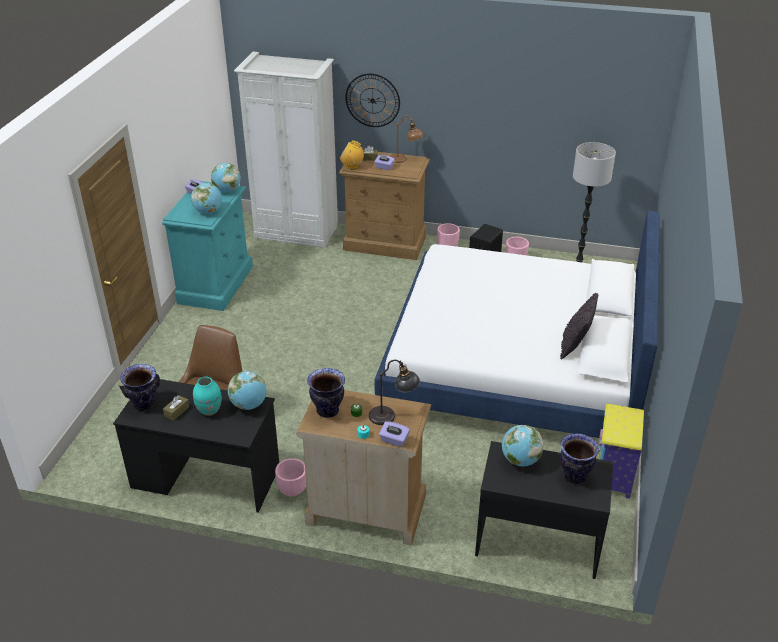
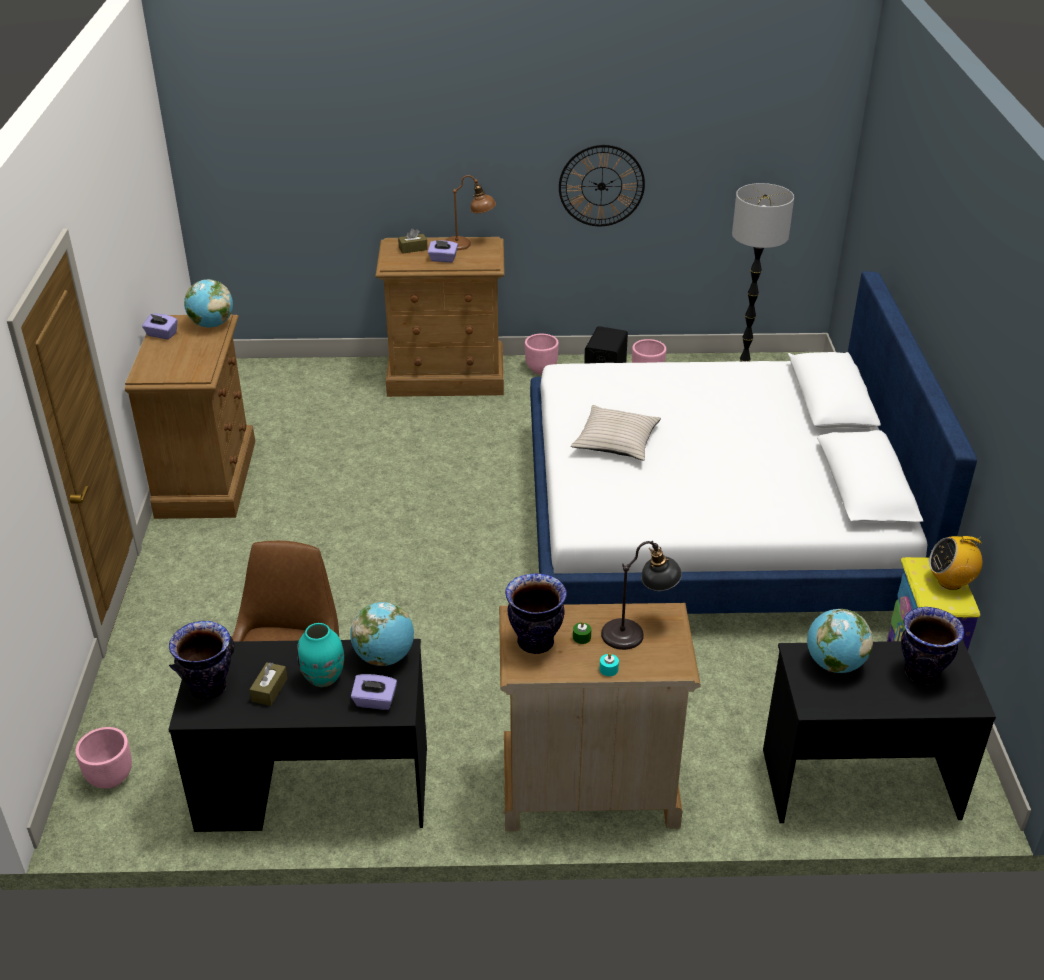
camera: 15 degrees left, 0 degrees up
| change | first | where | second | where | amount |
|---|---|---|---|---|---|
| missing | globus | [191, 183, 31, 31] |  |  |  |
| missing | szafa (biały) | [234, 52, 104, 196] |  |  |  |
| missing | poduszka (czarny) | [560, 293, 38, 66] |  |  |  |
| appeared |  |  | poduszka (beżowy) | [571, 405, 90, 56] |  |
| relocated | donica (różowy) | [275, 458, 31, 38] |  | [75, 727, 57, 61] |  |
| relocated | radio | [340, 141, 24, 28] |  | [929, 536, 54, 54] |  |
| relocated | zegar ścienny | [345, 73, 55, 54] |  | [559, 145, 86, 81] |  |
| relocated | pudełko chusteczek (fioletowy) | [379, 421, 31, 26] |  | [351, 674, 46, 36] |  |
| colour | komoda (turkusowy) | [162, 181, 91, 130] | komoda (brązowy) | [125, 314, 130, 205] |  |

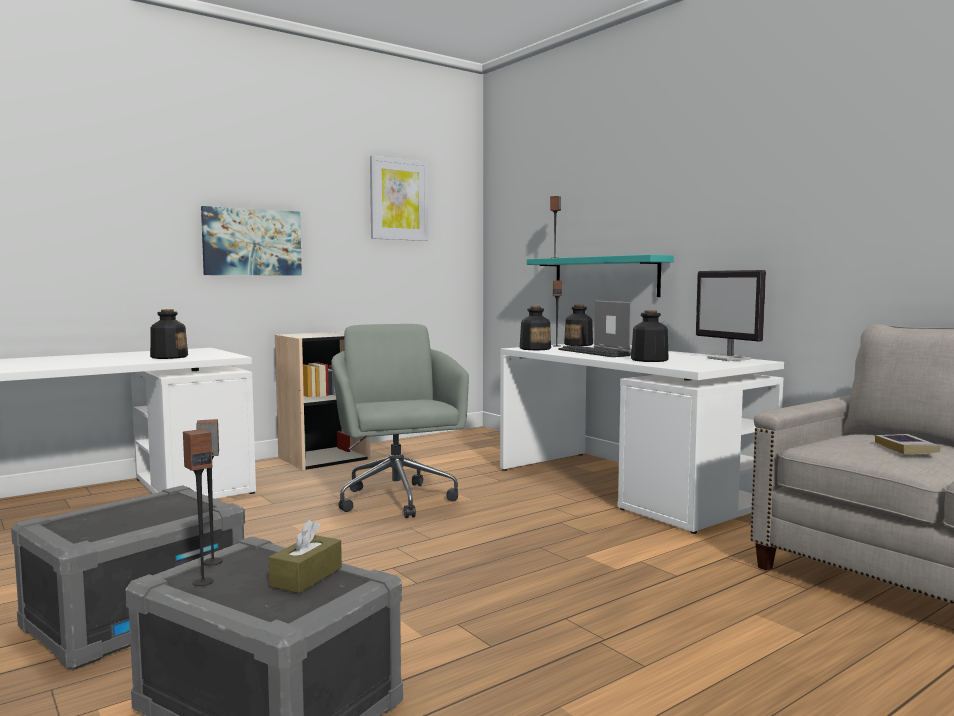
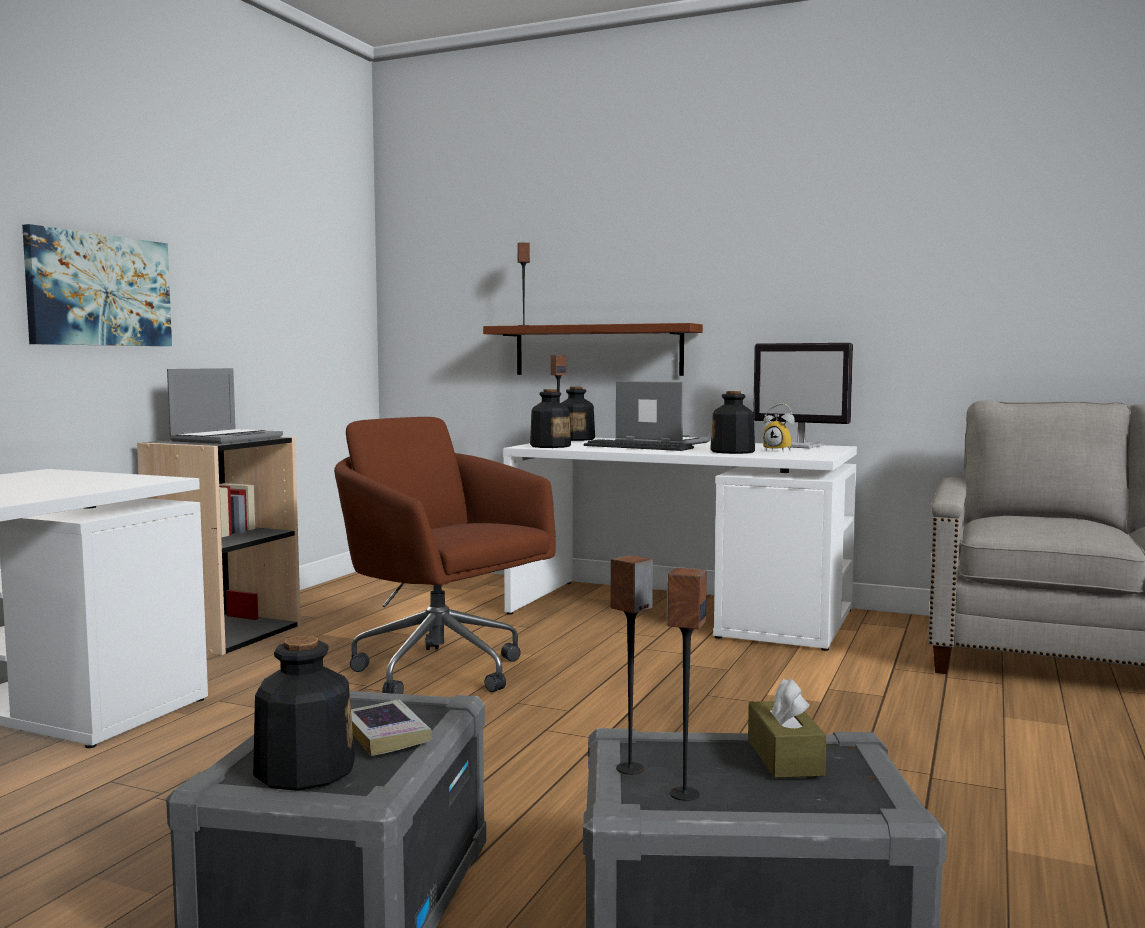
camera: 30 degrees left, 0 degrees up
| change | first | where | second | where | amount |
|---|---|---|---|---|---|
| missing | obraz | [370, 156, 59, 85] |  |  |  |
| appeared |  |  | laptop | [167, 368, 116, 76] |  |
| appeared |  |  | budzik | [763, 403, 32, 49] |  |
| relocated | butelka | [150, 309, 38, 50] |  | [253, 636, 102, 155] |  |
| relocated | książka | [875, 434, 65, 20] |  | [351, 700, 81, 56] |  |
| colour | krzesło biurowe (szary) | [331, 324, 138, 194] | krzesło biurowe (brązowy) | [334, 417, 222, 277] |  |
| colour | półka (turkusowy) | [527, 255, 147, 42] | półka (brązowy) | [483, 323, 220, 53] |  |

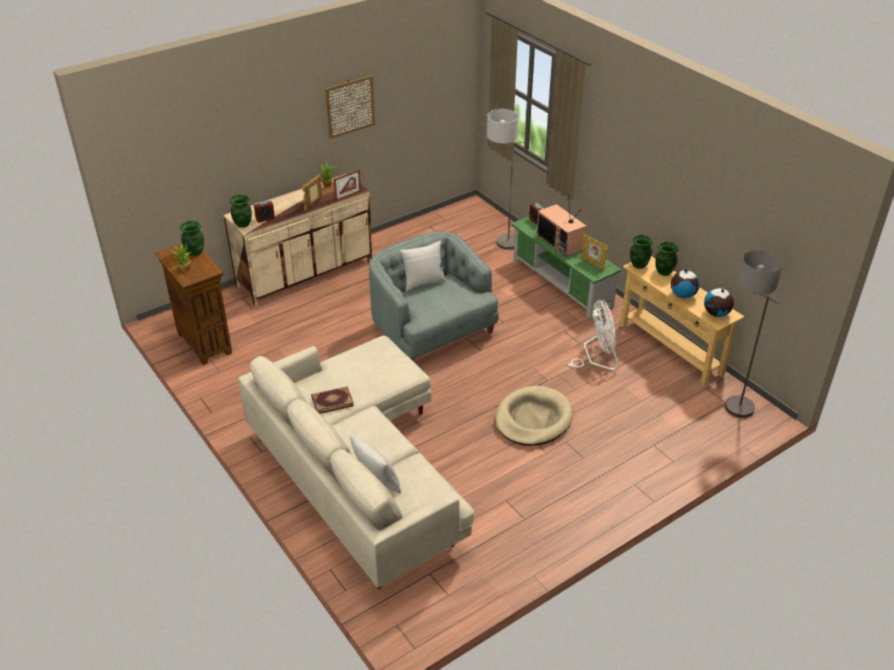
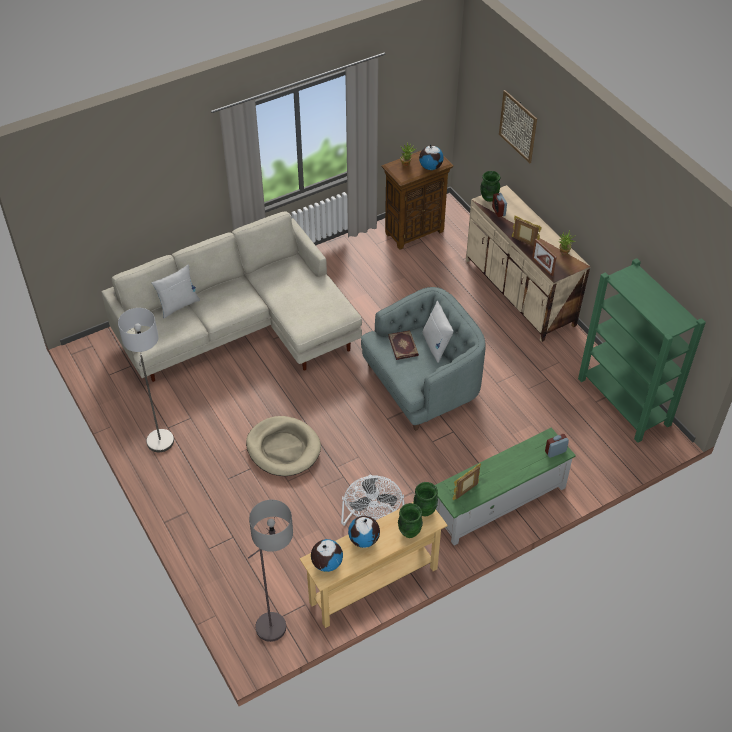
camera: 95 degrees right, 10 degrees up
| change | first | where | second | where | amount |
|---|---|---|---|---|---|
| missing | telewizor | [537, 193, 50, 64] |  |  |  |
| appeared |  |  | regał (zielony) | [578, 258, 128, 185] |  |
| relocated | książka | [311, 386, 43, 28] |  | [388, 330, 31, 30] |  |
| relocated | obraz | [325, 75, 50, 64] |  | [499, 90, 38, 73] |  |
| relocated | lampa stojąca (szary) | [487, 109, 37, 140] |  | [118, 308, 56, 144] |  |
| exchanged | wazon (zielony) | [180, 221, 24, 35] | globus | [419, 145, 25, 25] |  |

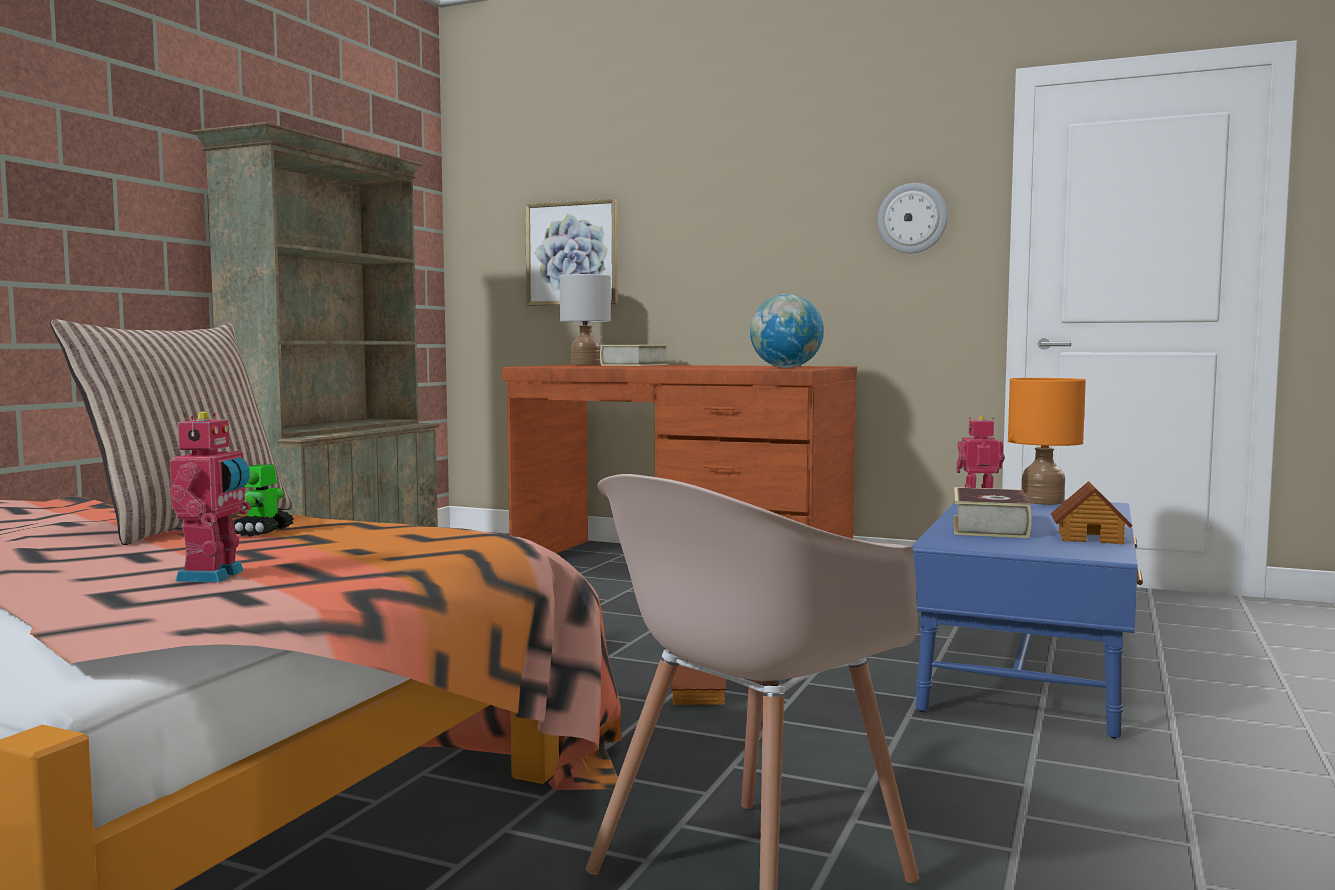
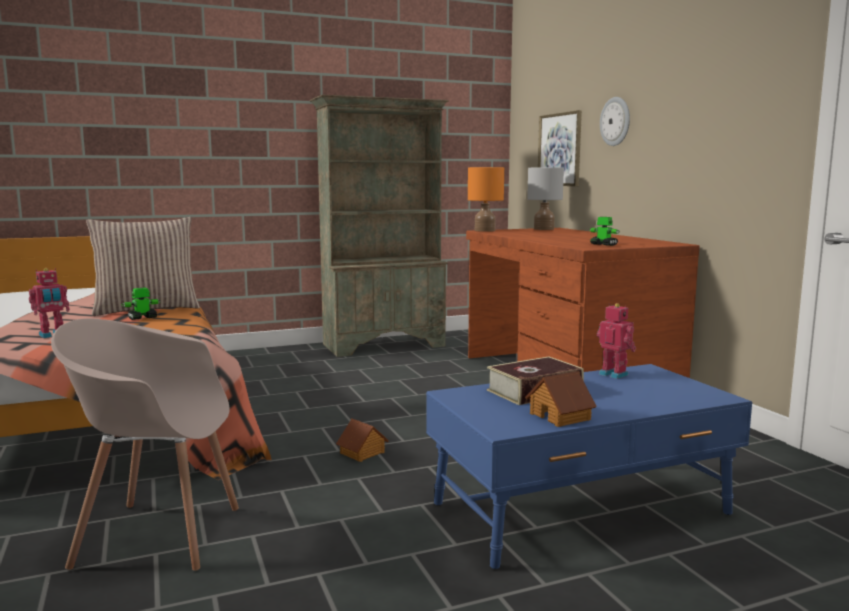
camera: 45 degrees right, 5 degrees up
| change | first | where | second | where | amount |
|---|---|---|---|---|---|
| missing | książka | [600, 345, 69, 21] |  |  |  |
| relocated | zegar ścienny | [878, 183, 70, 70] |  | [600, 97, 30, 49] |  |
| relocated | lampa stołowa (pomarańczowy) | [1008, 378, 78, 127] |  | [468, 167, 36, 65] |  |
| exchanged | globus | [750, 294, 74, 74] | robot zabawkowy | [590, 217, 30, 29] |  |

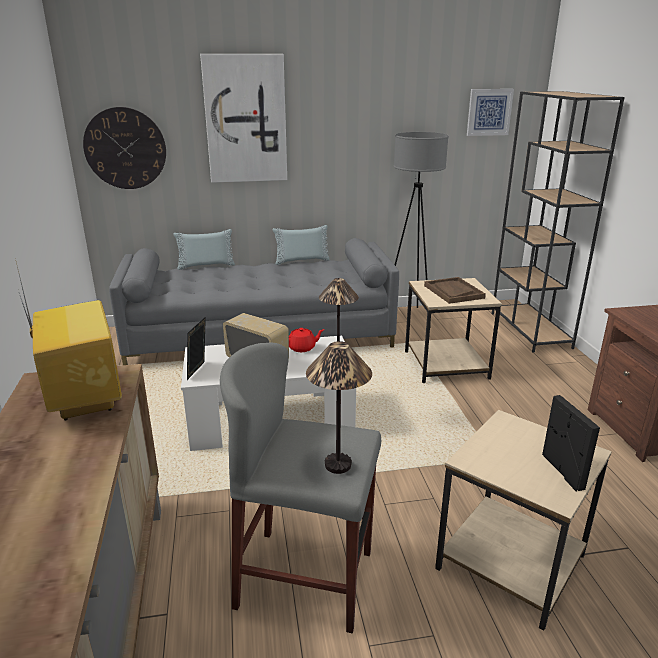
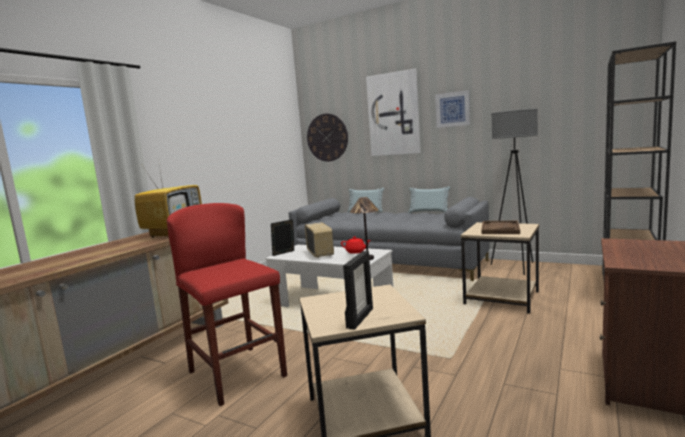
camera: 40 degrees right, 15 degrees down
| change | first | where | second | where | amount |
|---|---|---|---|---|---|
| missing | lampa stołowa | [306, 341, 66, 133] |  |  |  |
| relocated | obraz | [467, 89, 47, 47] |  | [435, 90, 35, 38] |  |
| colour | stołek (szary) | [220, 343, 161, 290] | stołek (czerwony) | [167, 203, 120, 203] |  |

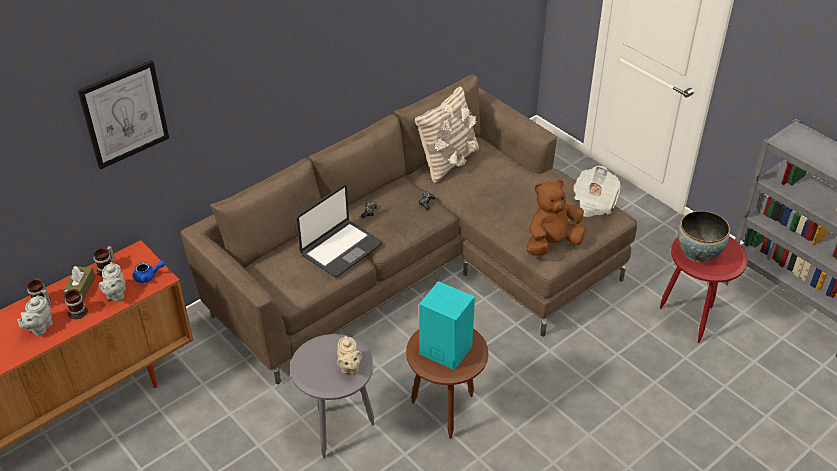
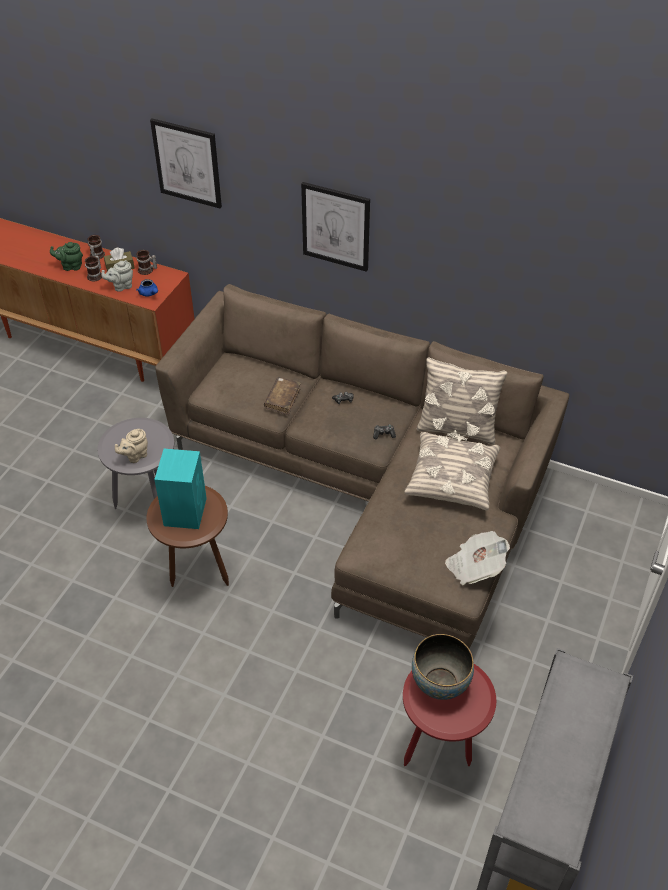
camera: 65 degrees right, 5 degrees up
| change | first | where | second | where | amount |
|---|---|---|---|---|---|
| missing | pluszak (brązowy) | [527, 179, 58, 77] |  |  |  |
| appeared |  |  | obraz | [301, 182, 69, 90] |  |
| appeared |  |  | poduszka (beżowy) | [404, 432, 96, 78] |  |
| exchanged | laptop | [296, 184, 86, 93] | książka (brązowy) | [264, 377, 37, 38] |  |
| colour | imbryk (szary) | [17, 295, 36, 41] | imbryk (zielony) | [50, 242, 33, 29] |  |

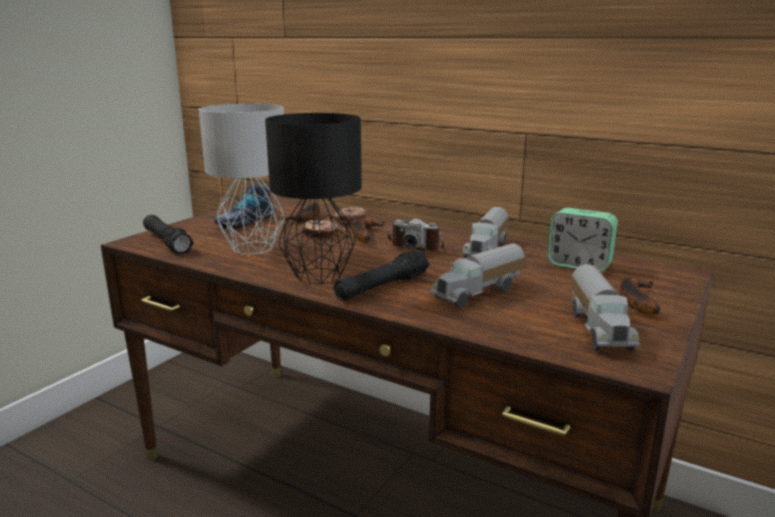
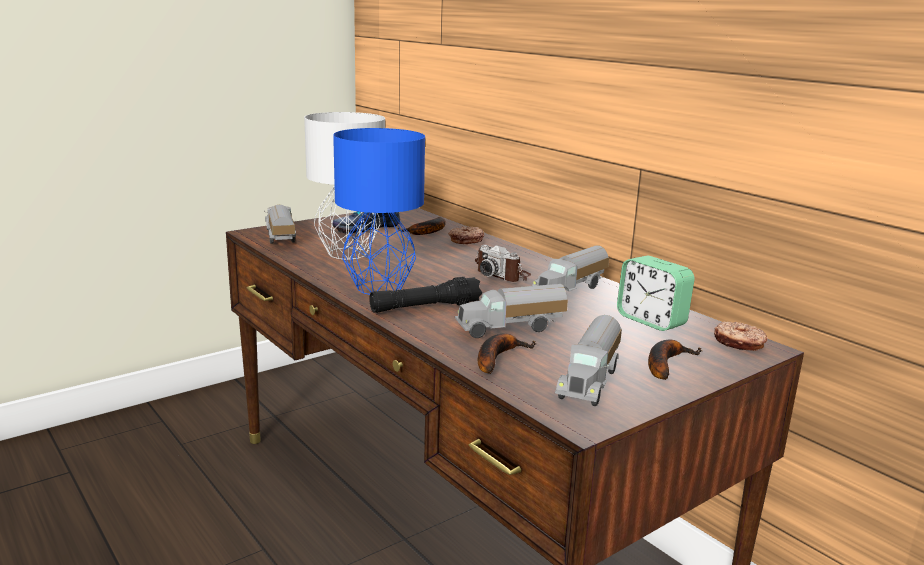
camera: 20 degrees right, 0 degrees up
| change | first | where | second | where | amount |
|---|---|---|---|---|---|
| relocated | donut | [301, 220, 38, 18] |  | [714, 321, 54, 30] |  |
| relocated | banan | [353, 218, 32, 24] |  | [478, 333, 58, 41] |  |
| exchanged | latarka (czarny) | [143, 215, 50, 39] | ciężarówka zabawkowa | [264, 205, 32, 39] |  |
| colour | lampa stołowa (czarny) | [265, 113, 97, 171] | lampa stołowa (niebieski) | [333, 128, 92, 167] |  |

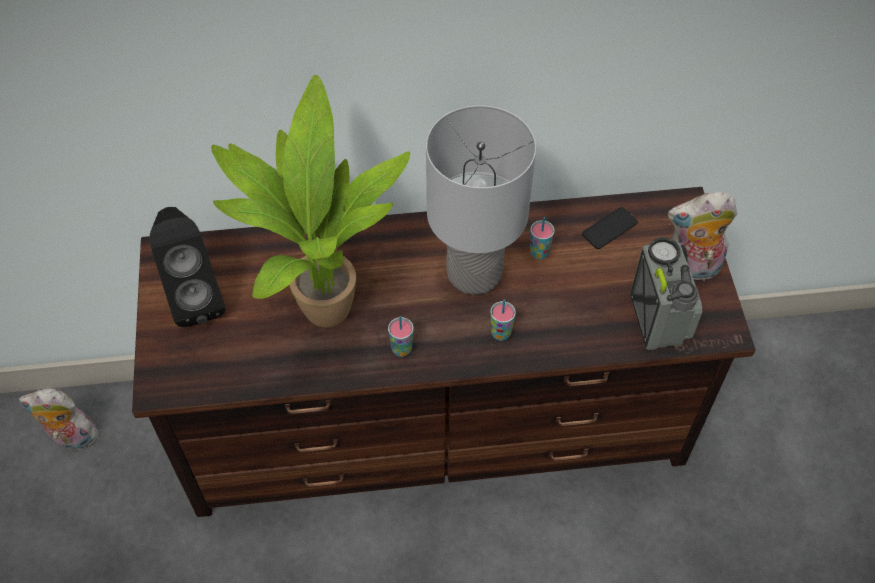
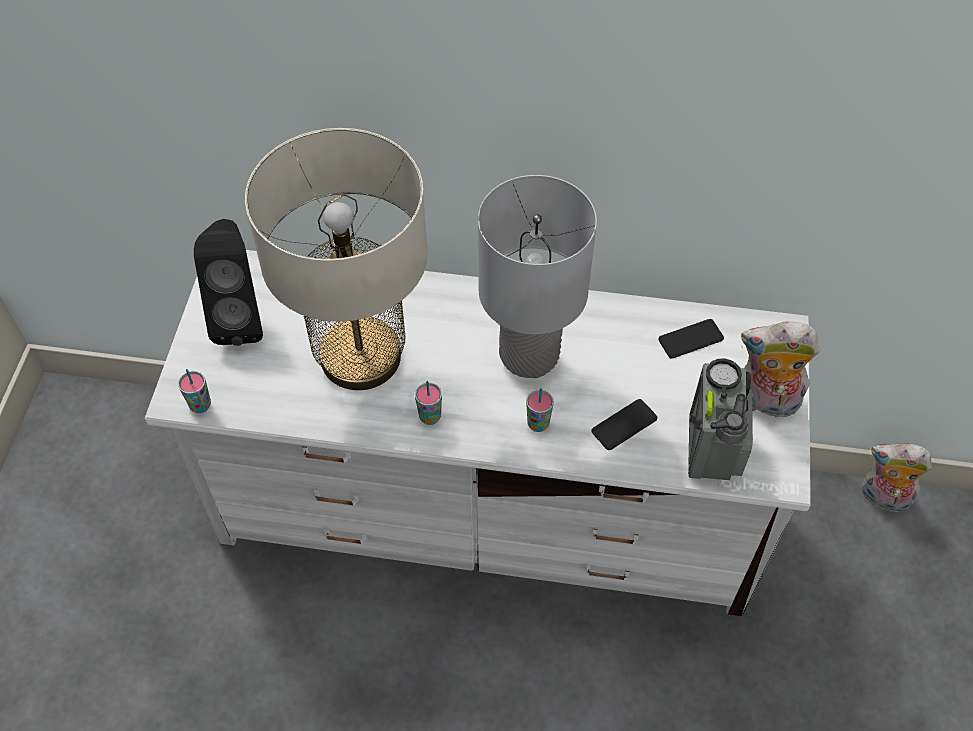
camera: 15 degrees right, 0 degrees up
| change | first | where | second | where | amount |
|---|---|---|---|---|---|
| appeared |  |  | telefon | [591, 399, 66, 51] |  |
| relocated | pluszak | [19, 388, 80, 63] |  | [861, 443, 71, 69] |  |
| relocated | filiżanka | [530, 217, 25, 42] |  | [178, 369, 33, 44] |  |
| exchanged | roślina doniczkowa | [211, 75, 199, 253] | lampa stołowa | [245, 128, 183, 262] |  |
| colour | komoda (brązowy) | [132, 187, 624, 330] | komoda (biały) | [145, 250, 666, 366] |  |

